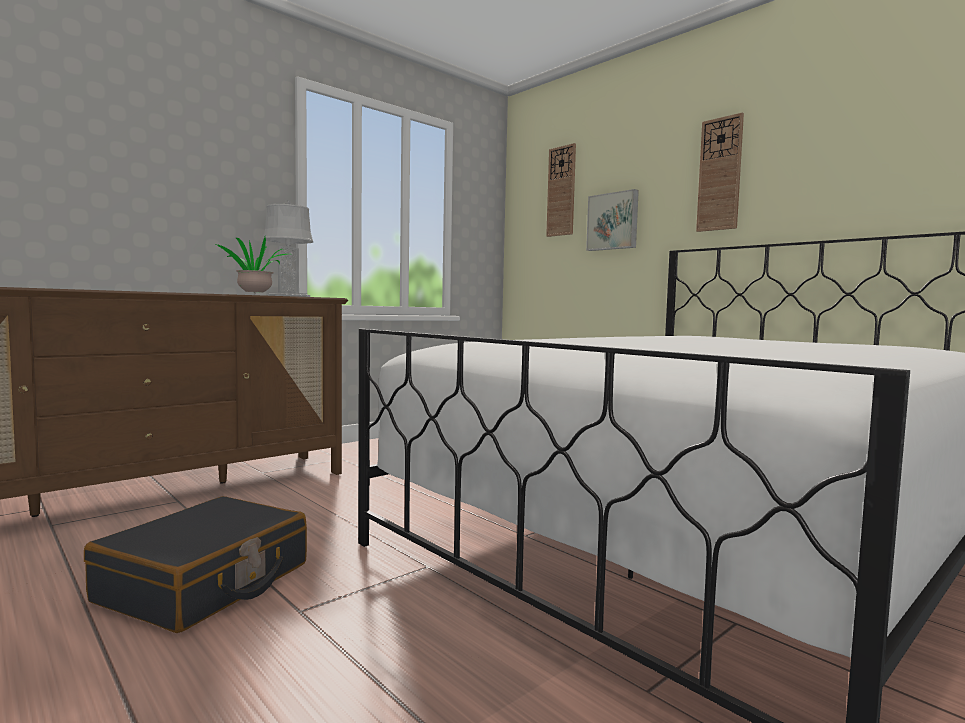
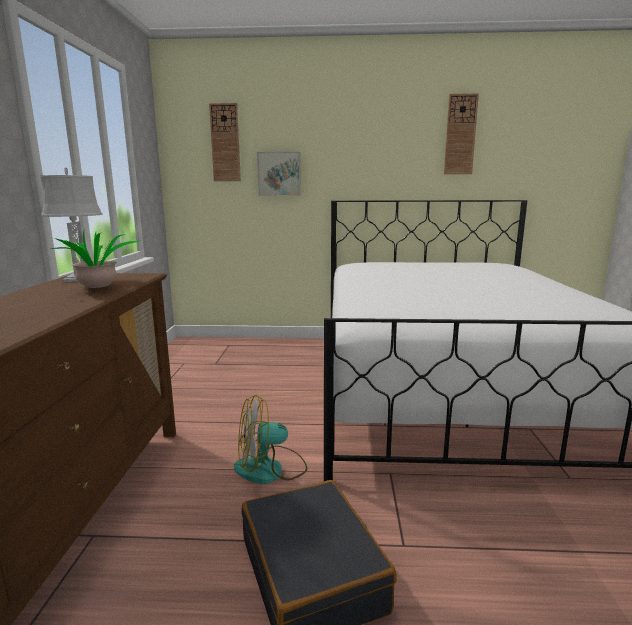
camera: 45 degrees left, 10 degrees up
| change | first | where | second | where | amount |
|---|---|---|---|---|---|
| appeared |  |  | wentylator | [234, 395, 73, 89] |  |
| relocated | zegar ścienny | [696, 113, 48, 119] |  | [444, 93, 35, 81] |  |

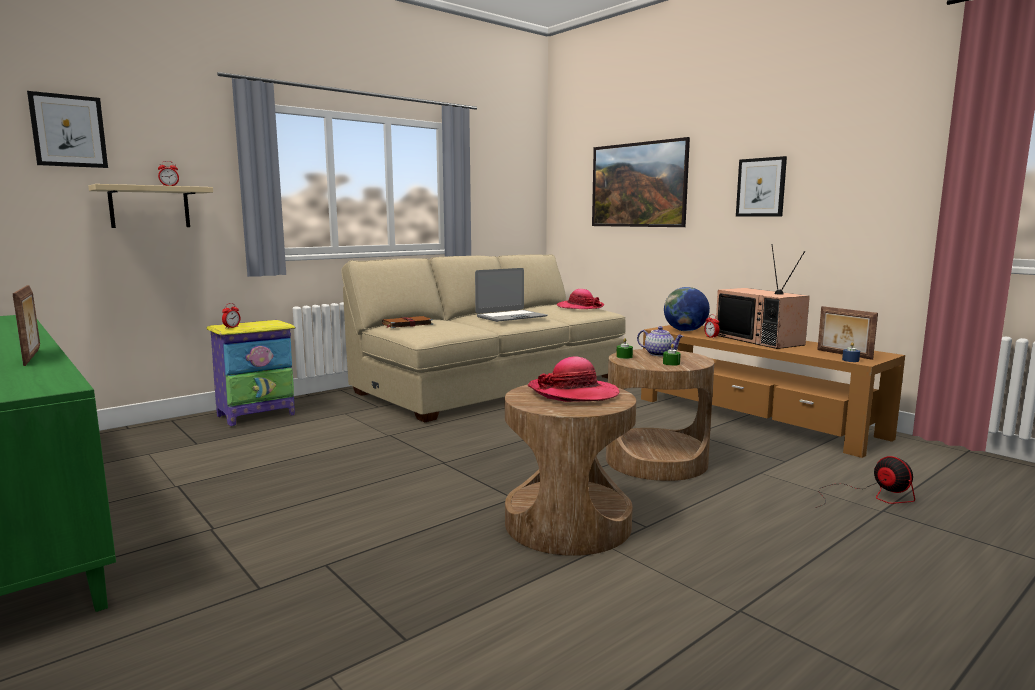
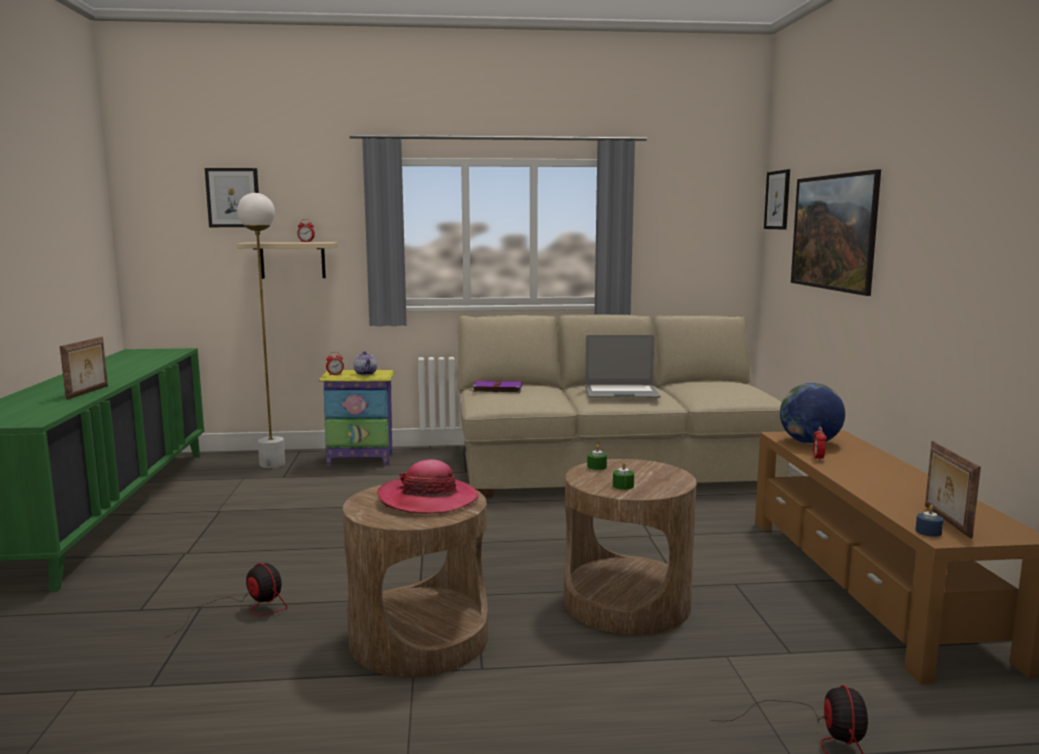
camera: 35 degrees right, 0 degrees up
| change | first | where | second | where | amount |
|---|---|---|---|---|---|
| missing | kapelusz | [557, 289, 47, 20] |  |  |  |
| missing | telewizor | [716, 244, 94, 105] |  |  |  |
| appeared |  |  | wentylator | [164, 563, 123, 75] |  |
| appeared |  |  | lampa stojąca (biały) | [237, 193, 48, 275] |  |
| relocated | imbryk | [637, 326, 46, 30] |  | [353, 351, 24, 24] |  |
| relocated | obraz | [736, 156, 51, 61] |  | [764, 169, 26, 60] |  |
| colour | książka (brązowy) | [382, 316, 51, 12] | książka (fioletowy) | [469, 381, 53, 12] |  |

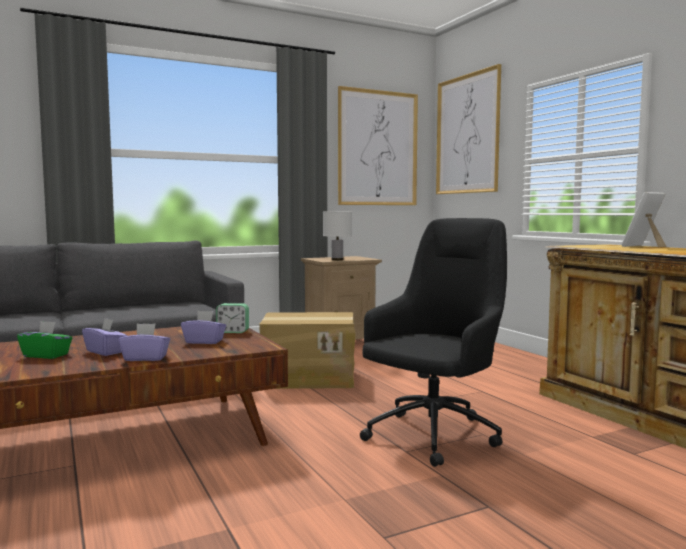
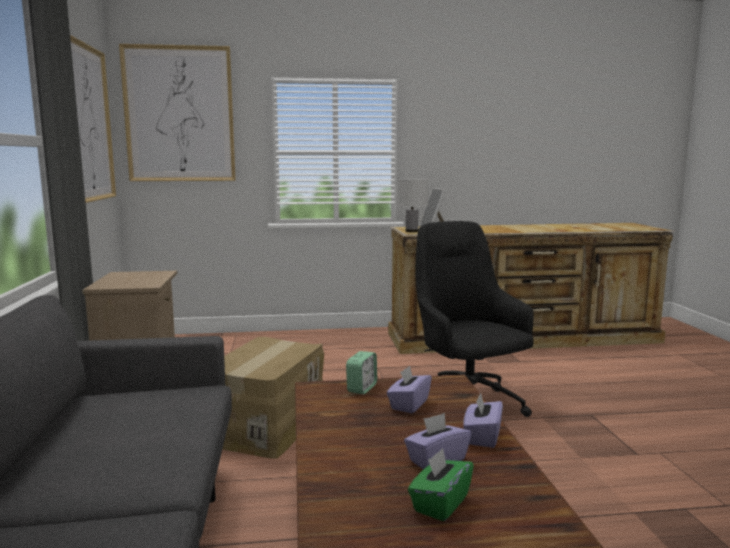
camera: 70 degrees left, 5 degrees up
| change | first | where | second | where | amount |
|---|---|---|---|---|---|
| relocated | lampa stołowa (biały) | [323, 212, 29, 49] |  | [397, 179, 32, 53] |  |

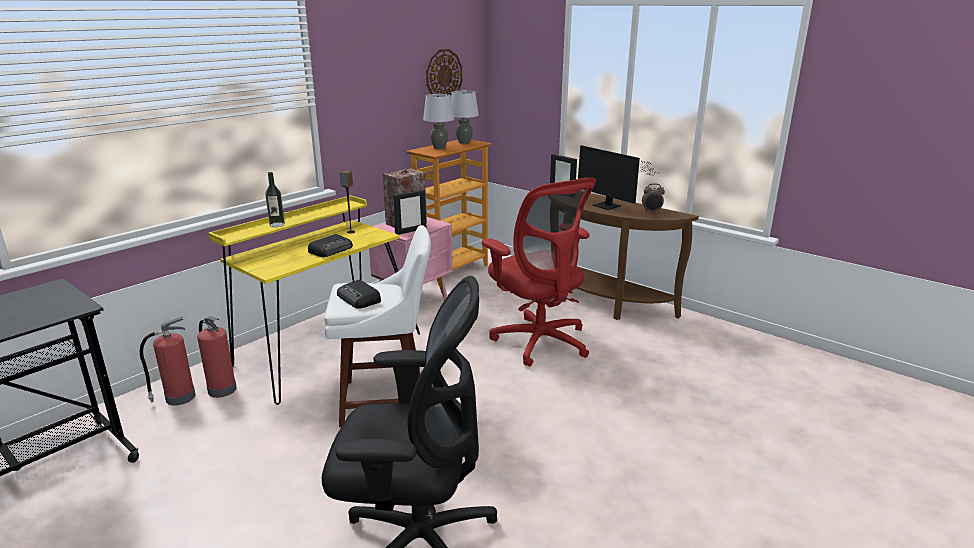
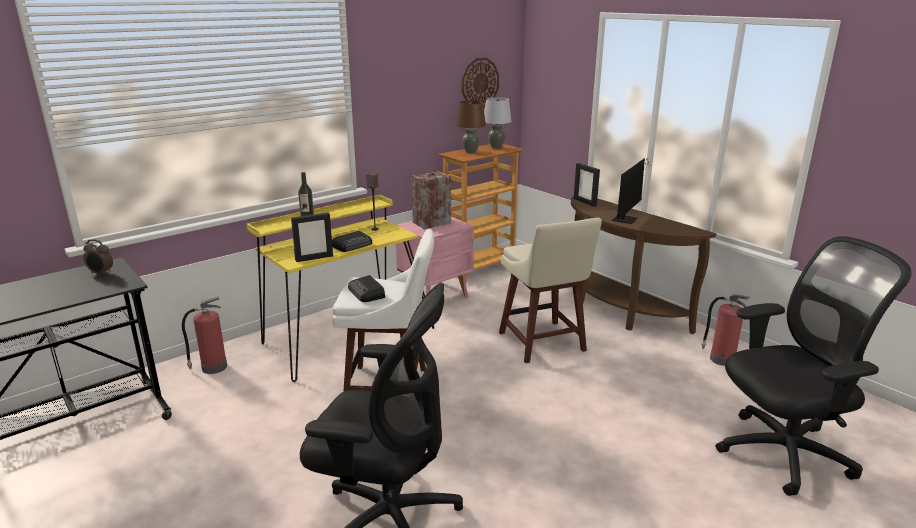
camera: 10 degrees right, 0 degrees up
| change | first | where | second | where | amount |
|---|---|---|---|---|---|
| appeared |  |  | krzesło biurowe (czarny) | [715, 236, 196, 260] |  |
| relocated | gaśnica | [197, 317, 40, 81] |  | [701, 295, 49, 71] |  |
| relocated | ramka na zdjęcie | [393, 189, 34, 46] |  | [291, 212, 42, 50] |  |
| relocated | budzik | [642, 183, 23, 30] |  | [83, 239, 30, 37] |  |
| exchanged | krzesło biurowe (czerwony) | [482, 177, 114, 190] | stołek (beżowy) | [499, 218, 103, 145] |  |
| colour | lampa stołowa (szary) | [423, 94, 31, 55] | lampa stołowa (brązowy) | [456, 101, 30, 52] |  |
| spun | monitor | [578, 145, 78, 65] |  | [612, 157, 37, 67] | 120 degrees counterclockwise |

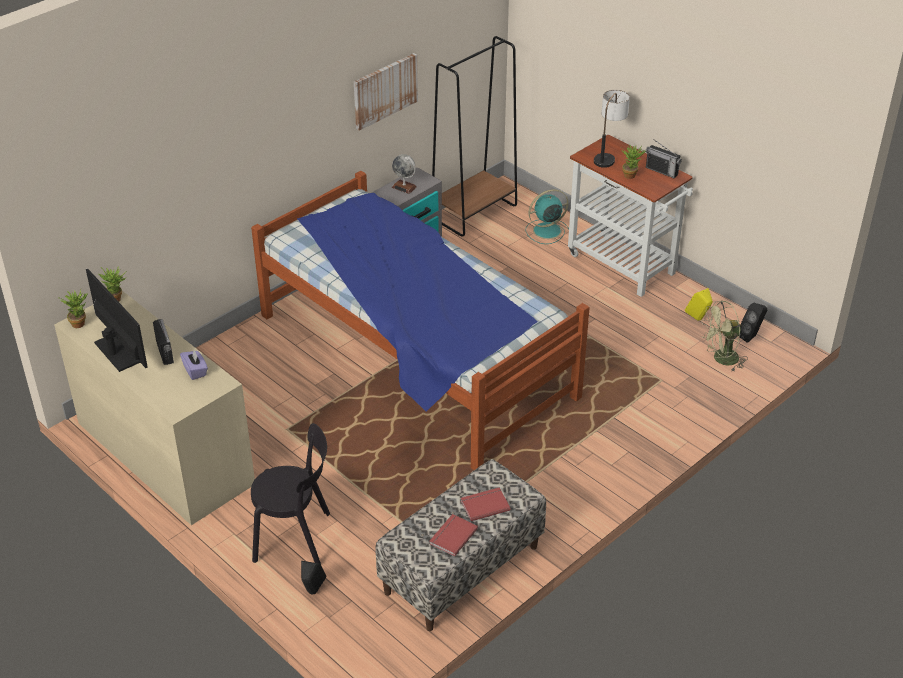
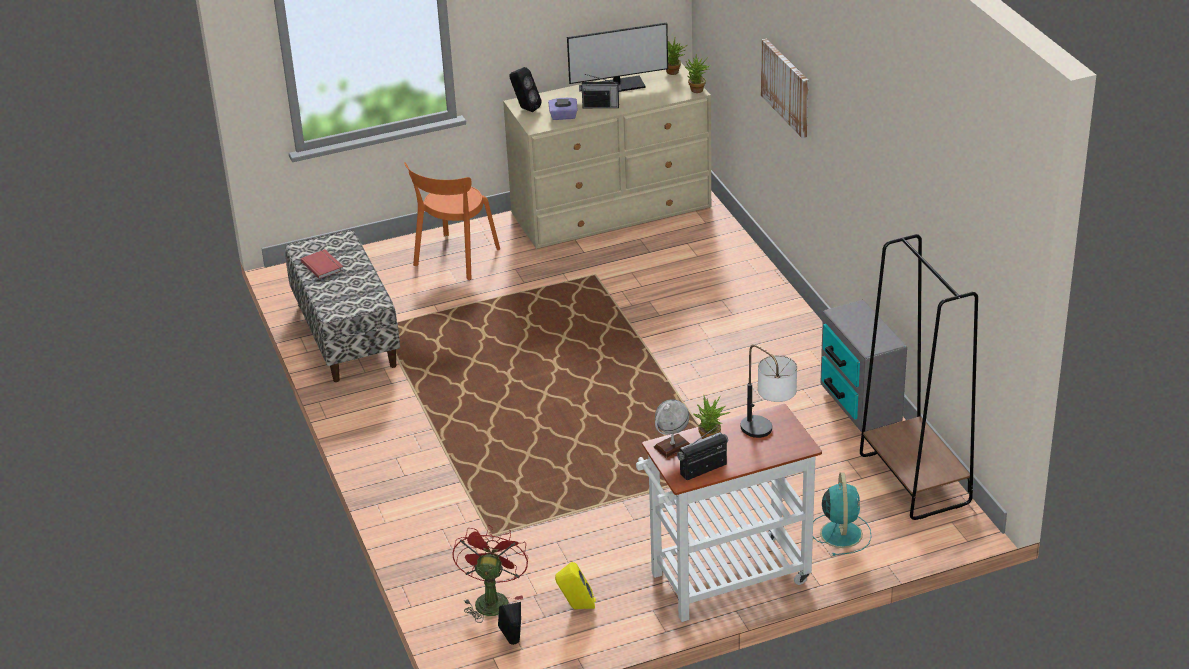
camera: 115 degrees right, 5 degrees down
| change | first | where | second | where | amount |
|---|---|---|---|---|---|
| missing | łóżko | [251, 171, 339, 299] |  |  |  |
| missing | książka (czerwony) | [461, 487, 49, 34] |  |  |  |
| relocated | głośnik (czarny) | [301, 561, 25, 33] |  | [509, 67, 33, 45] |  |
| relocated | obraz | [354, 53, 64, 78] |  | [761, 39, 47, 99] |  |
| relocated | globus | [392, 154, 25, 40] |  | [654, 399, 36, 59] |  |
| colour | krzesło (czarny) | [251, 423, 79, 141] | krzesło (pomarańczowy) | [404, 162, 96, 118] |  |
| colour | wentylator (zielony) | [702, 301, 46, 71] | wentylator (czerwony) | [452, 525, 76, 98] |  |

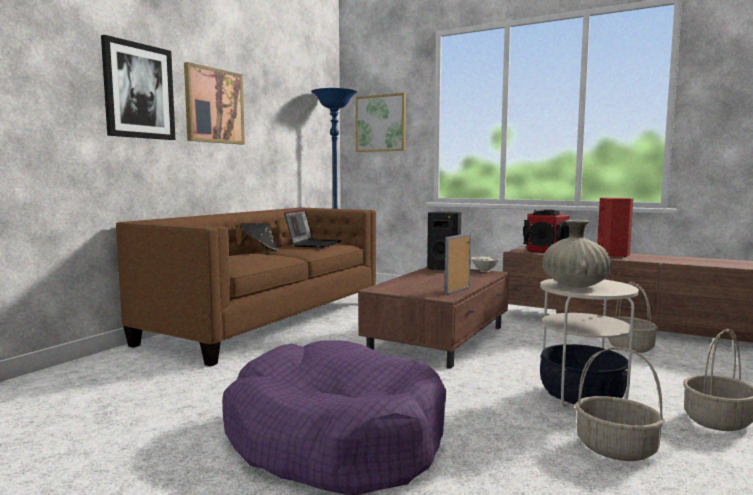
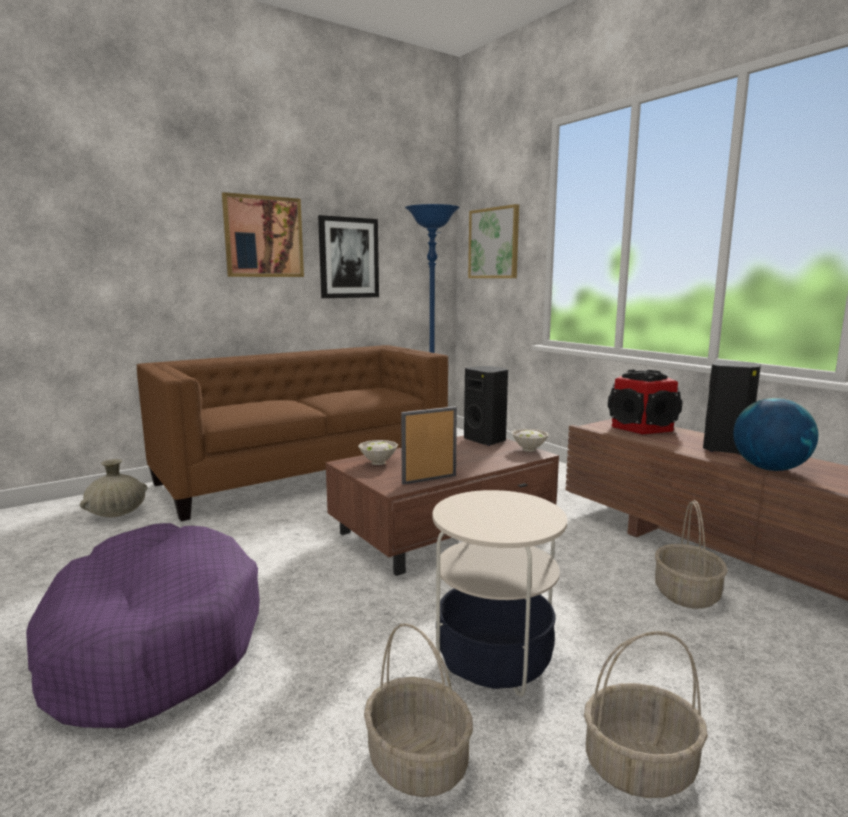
camera: 25 degrees right, 5 degrees up
| change | first | where | second | where | amount |
|---|---|---|---|---|---|
| missing | kapelusz (czarny) | [236, 223, 42, 28] |  |  |  |
| missing | laptop | [284, 209, 57, 39] |  |  |  |
| appeared |  |  | miska (biały) | [358, 440, 40, 25] |  |
| appeared |  |  | globus | [733, 398, 85, 73] |  |
| relocated | obraz | [101, 35, 74, 105] |  | [318, 215, 61, 83] |  |
| relocated | wazon (beżowy) | [542, 220, 70, 68] |  | [80, 459, 67, 58] |  |
| colour | głośnik (czerwony) | [597, 198, 36, 59] | głośnik (czarny) | [703, 360, 58, 95] |  |

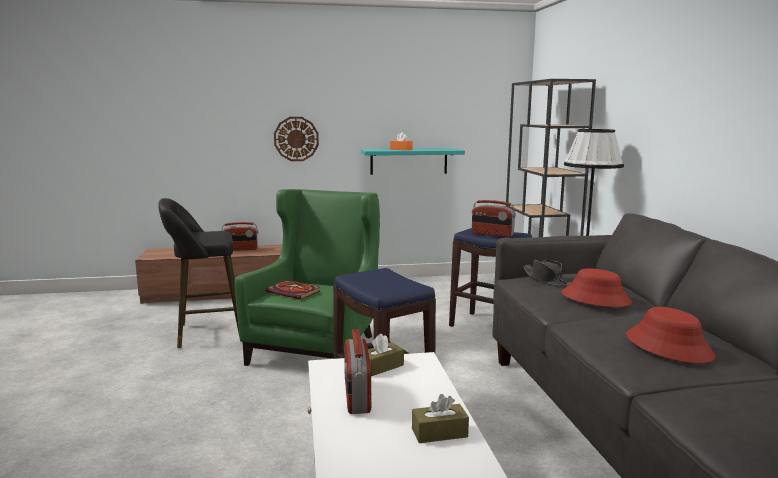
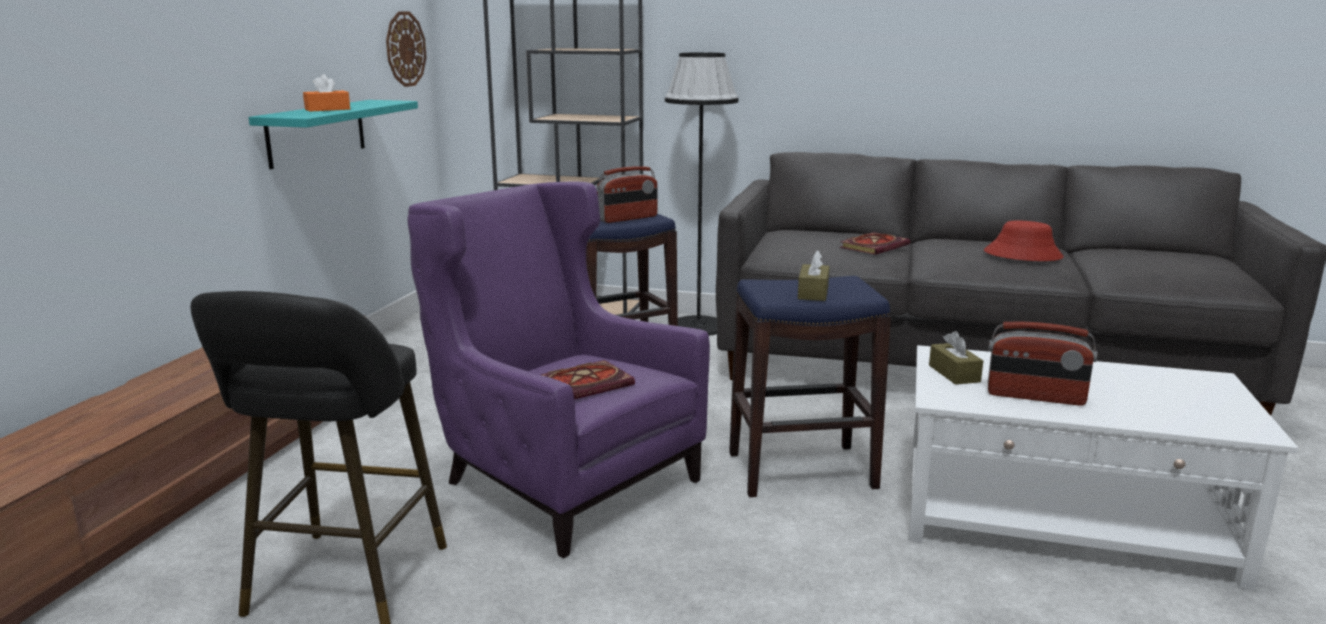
camera: 65 degrees left, 5 degrees up
| change | first | where | second | where | amount |
|---|---|---|---|---|---|
| missing | radio | [222, 222, 36, 29] |  |  |  |
| missing | kapelusz (czarny) | [523, 260, 48, 26] |  |  |  |
| relocated | zegar ścienny | [274, 117, 45, 44] |  | [386, 11, 41, 76] |  |
| relocated | pudełko chusteczek (brązowy) | [412, 394, 57, 49] |  | [798, 250, 32, 51] |  |
| exchanged | kapelusz (czerwony) | [561, 268, 71, 39] | książka | [840, 232, 70, 23] |  |
| colour | fotel (zielony) | [235, 189, 145, 177] | fotel (fioletowy) | [407, 182, 303, 376] |  |

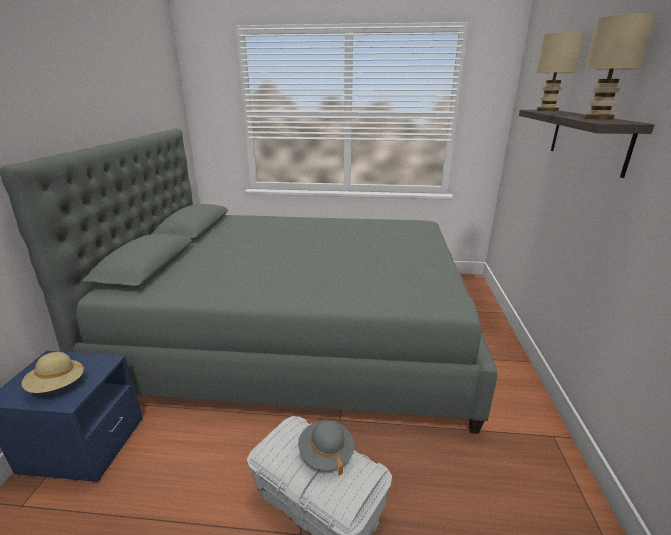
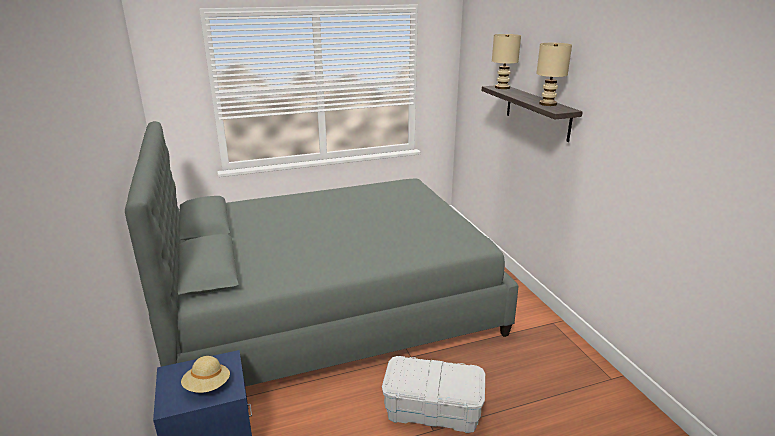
camera: 25 degrees left, 0 degrees up
| change | first | where | second | where | amount |
|---|---|---|---|---|---|
| missing | kapelusz (szary) | [298, 420, 56, 55] |  |  |  |

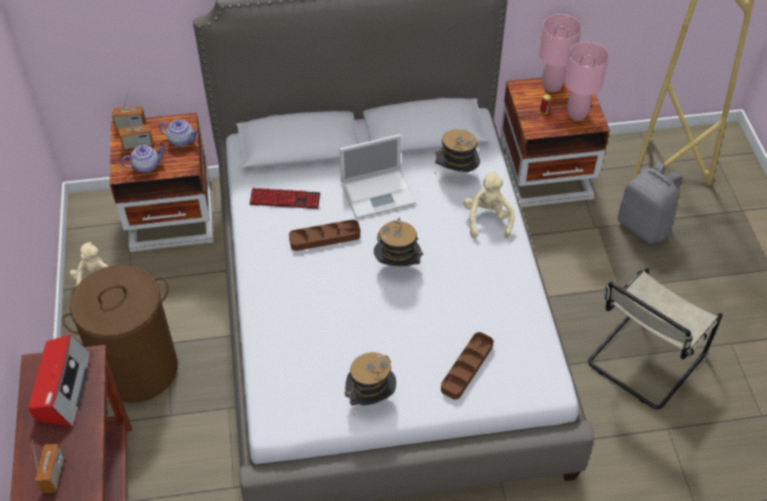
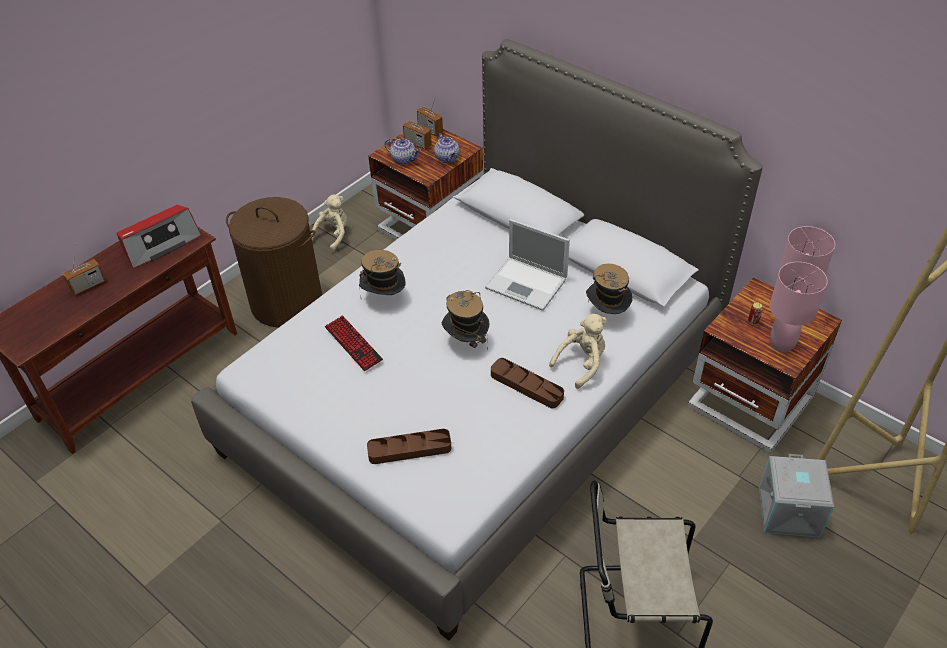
camera: 50 degrees right, 5 degrees down
| change | first | where | second | where | amount |
|---|---|---|---|---|---|
| relocated | klawiatura | [249, 188, 71, 21] |  | [325, 316, 58, 55] |  |
| relocated | taca (brązowy) | [289, 219, 71, 32] |  | [491, 358, 73, 50] |  |
| relocated | kapelusz | [344, 352, 52, 64] |  | [359, 250, 47, 50] |  |
| exchanged | plecak (szary) | [618, 161, 65, 82] | pojemnik do przechowywania (szary) | [759, 454, 75, 84] |  |

